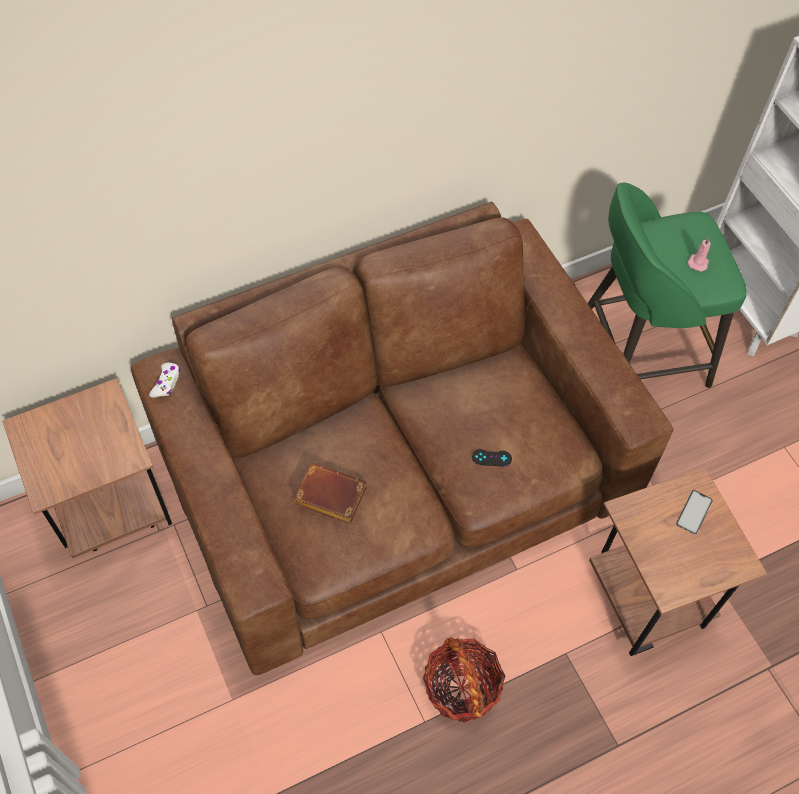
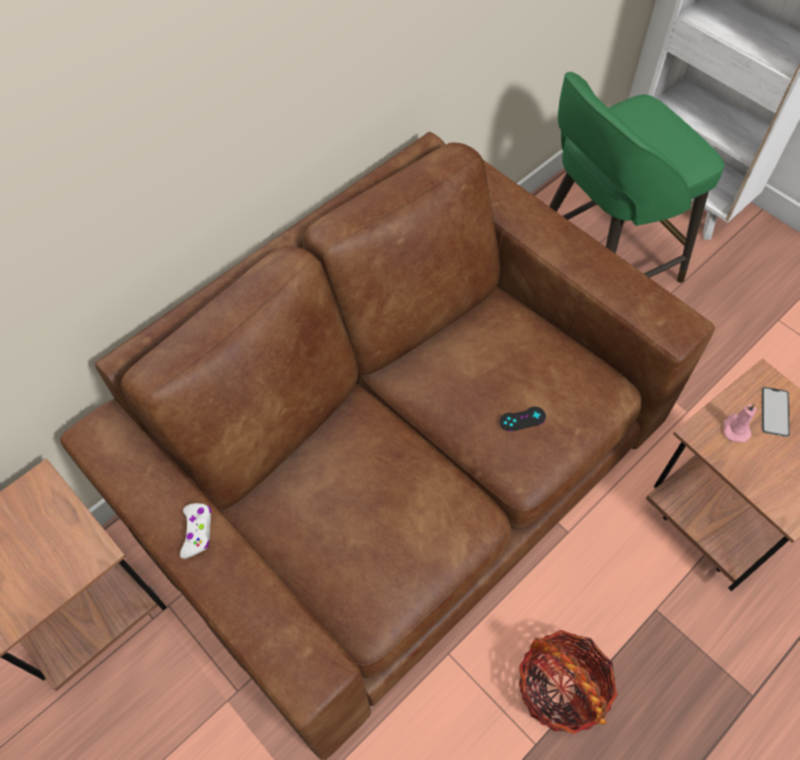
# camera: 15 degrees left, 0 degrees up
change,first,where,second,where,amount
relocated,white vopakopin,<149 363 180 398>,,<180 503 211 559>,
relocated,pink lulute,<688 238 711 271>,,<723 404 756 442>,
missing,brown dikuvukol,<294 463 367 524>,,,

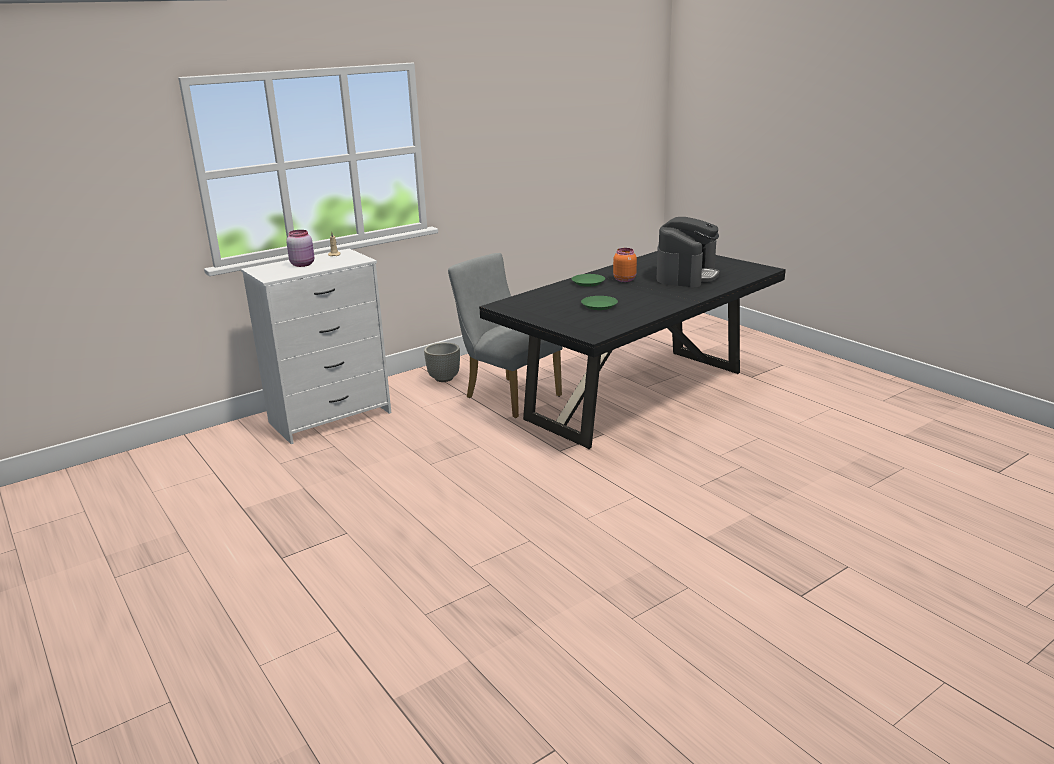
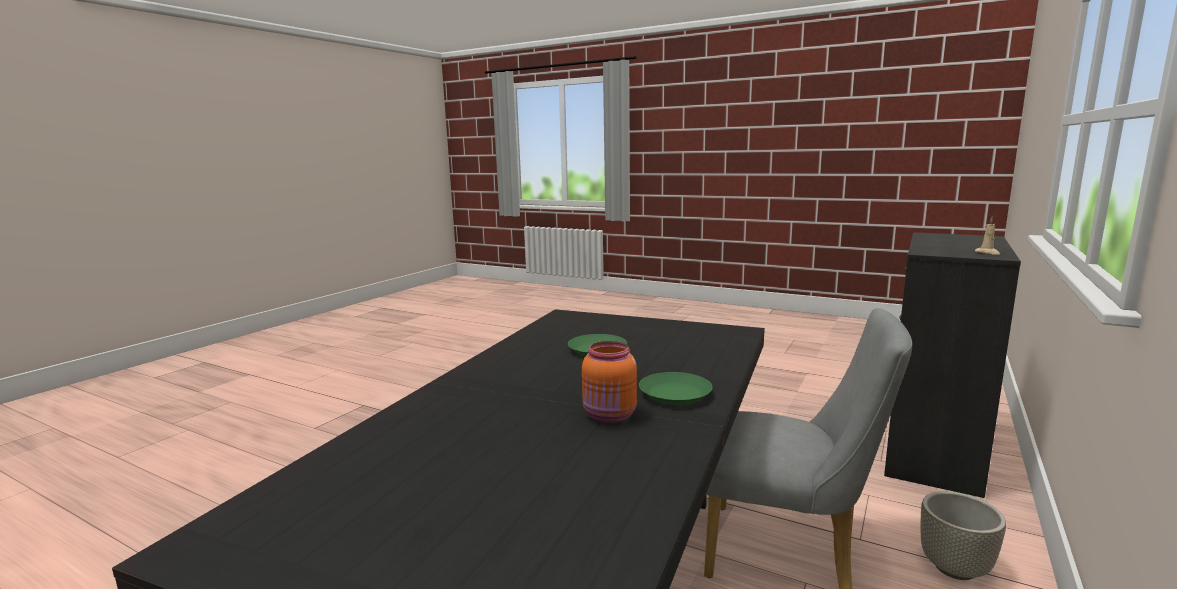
# camera: 155 degrees right, 10 degrees down
change,first,where,second,where,amount
colour,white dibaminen,<241 248 391 444>,black dibaminen,<884 232 1021 498>,
missing,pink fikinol,<286 230 314 267>,,,
missing,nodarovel,<657 217 719 287>,,,

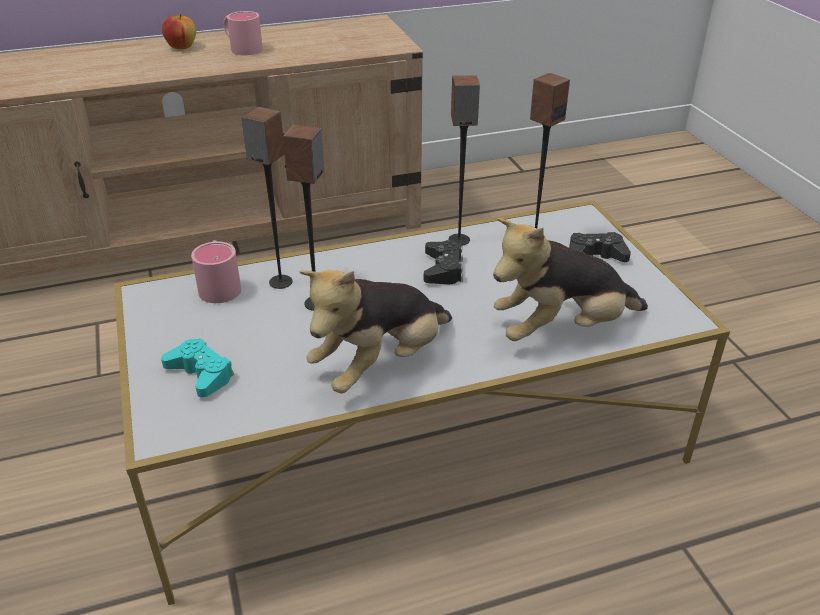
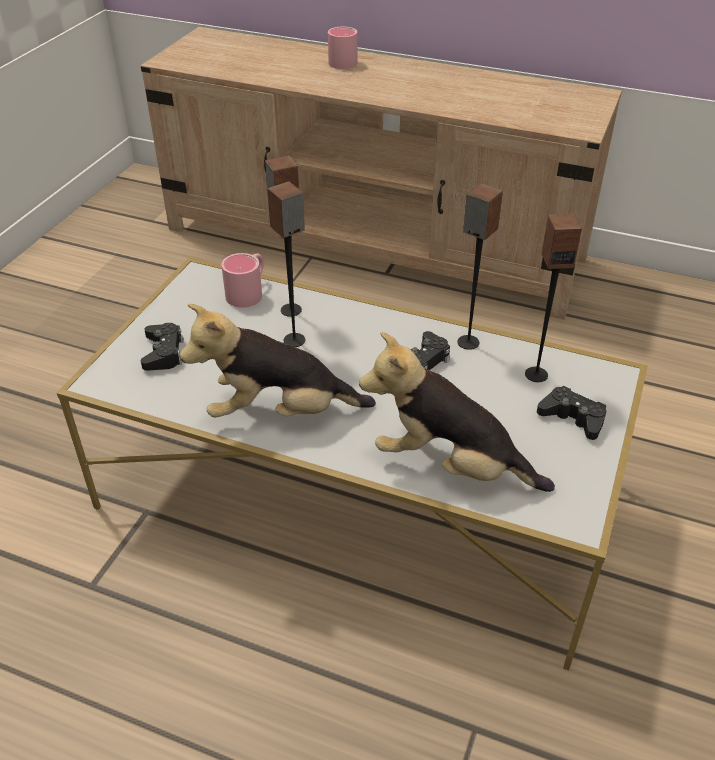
# camera: 40 degrees right, 5 degrees up
change,first,where,second,where,amount
colour,turquoise vopakopin,<161 338 234 397>,black vopakopin,<141 323 184 371>,
relocated,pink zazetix,<224 11 263 55>,,<328 27 357 69>,
missing,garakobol,<162 14 196 50>,,,

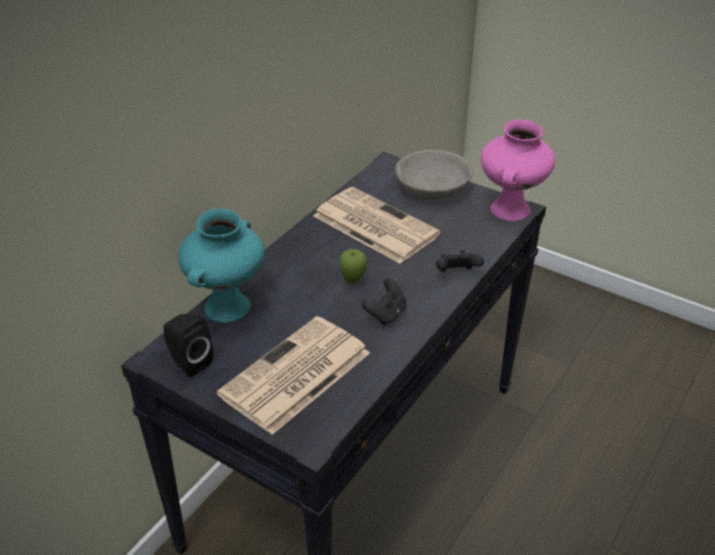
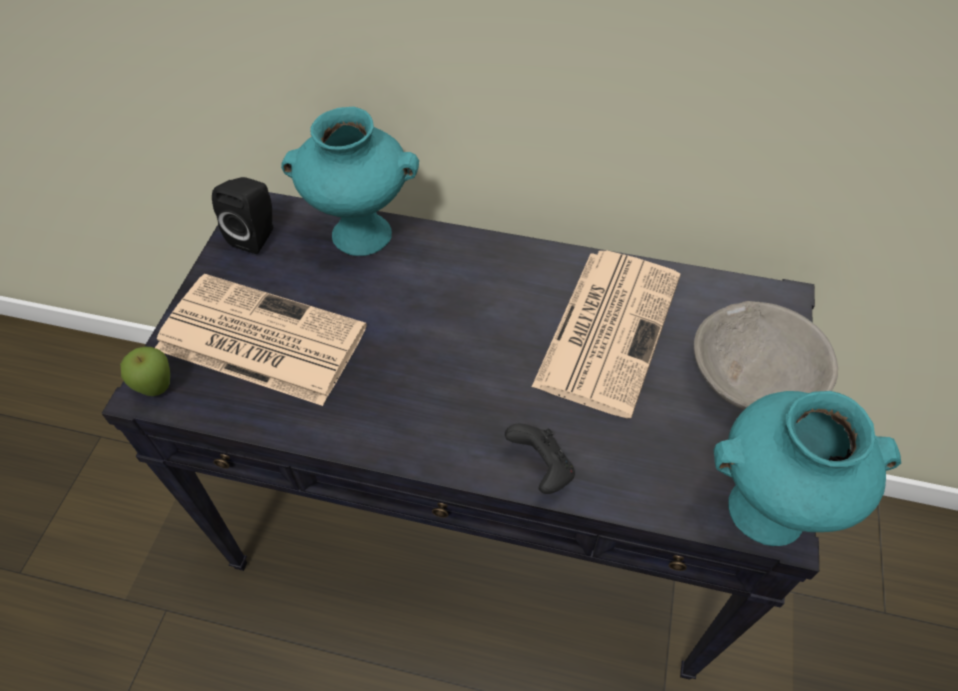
# camera: 70 degrees right, 15 degrees up
change,first,where,second,where,amount
relocated,garakobol,<339 249 367 284>,,<120 347 170 396>,
colour,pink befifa,<481 120 555 221>,turquoise befifa,<713 391 901 546>,
missing,black vopakopin,<362 278 406 325>,,,

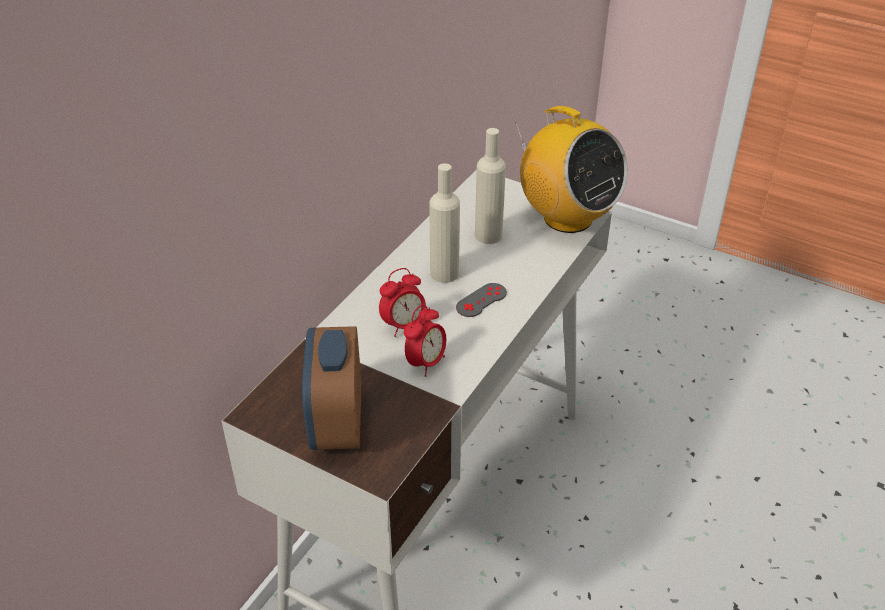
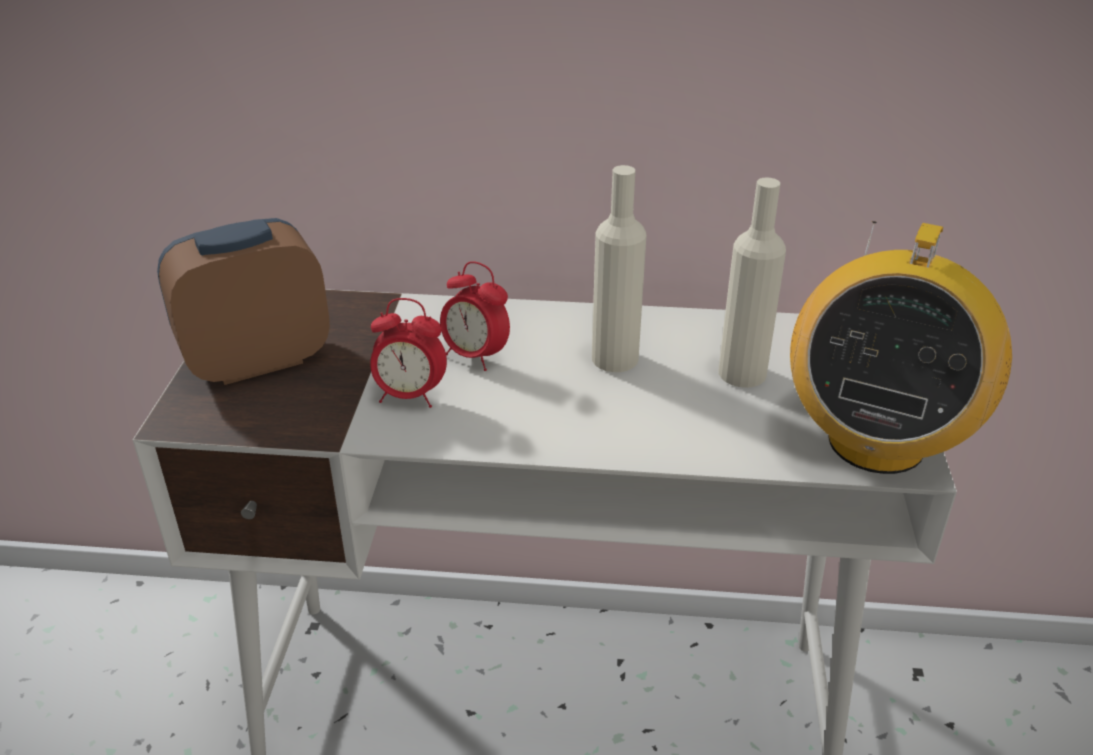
# camera: 65 degrees right, 5 degrees down
change,first,where,second,where,amount
missing,grey vopakopin,<456 283 507 317>,,,

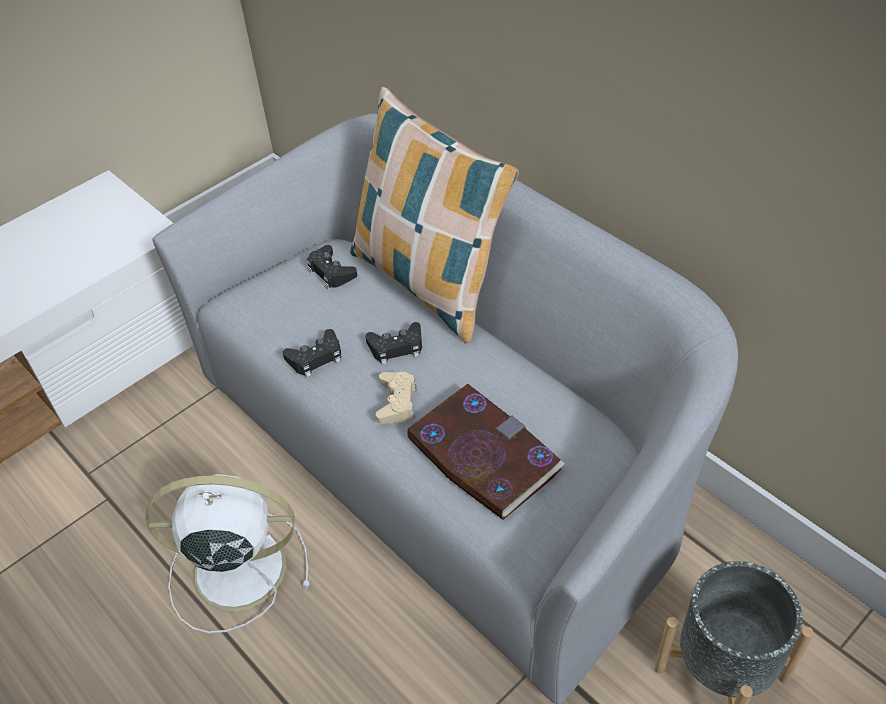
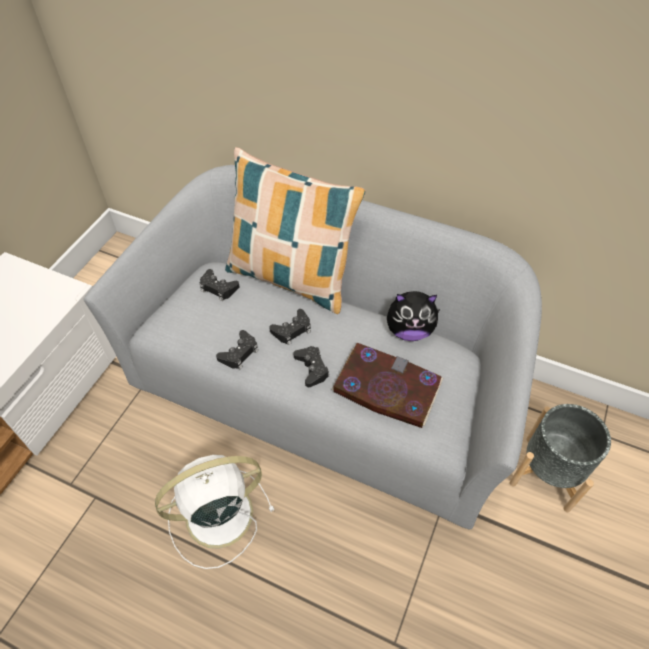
# camera: 25 degrees left, 5 degrees up
change,first,where,second,where,amount
colour,beige vopakopin,<376 371 417 424>,black vopakopin,<293 346 329 387>,
appeared,,,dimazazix,<387 291 441 341>,

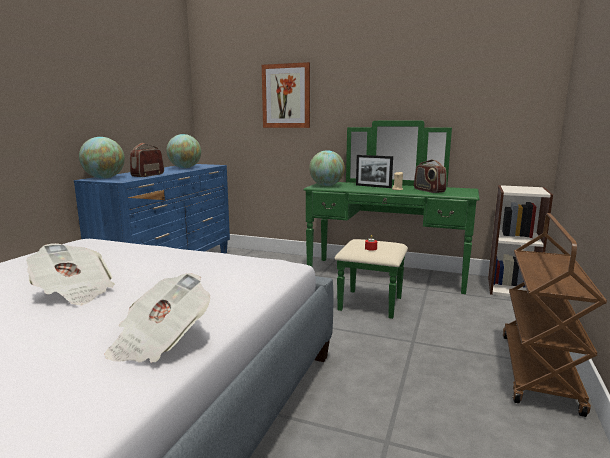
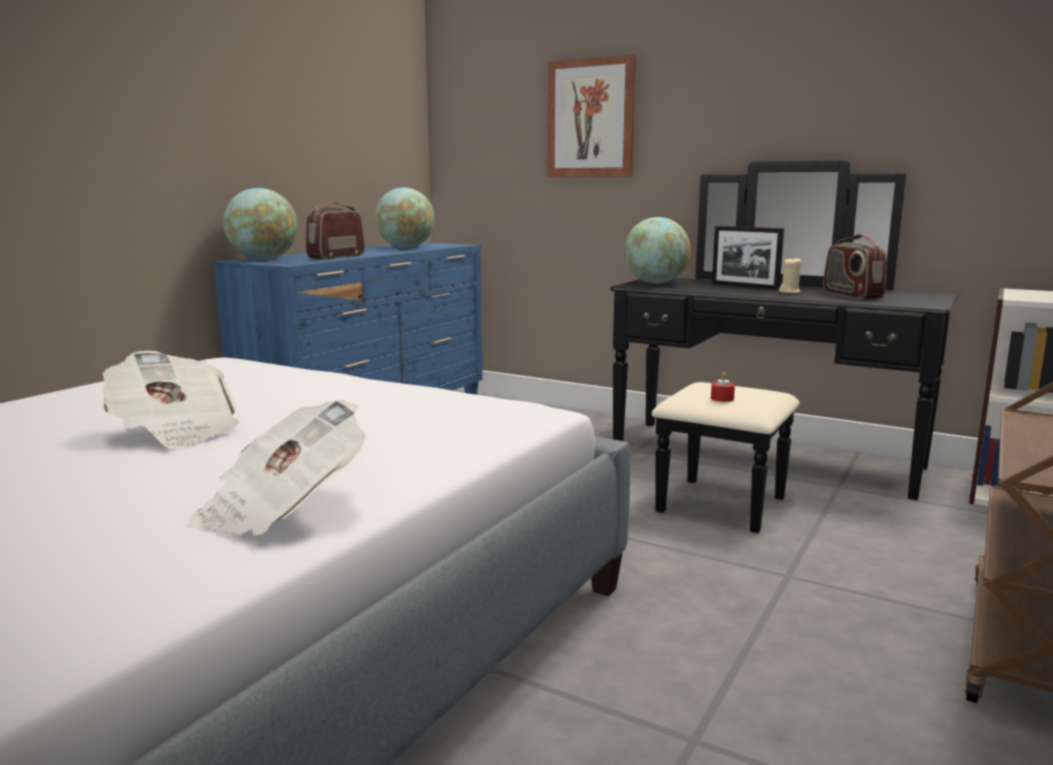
# camera: 10 degrees right, 0 degrees up
change,first,where,second,where,amount
colour,green dibaminen,<304 121 480 319>,black dibaminen,<610 160 957 533>,

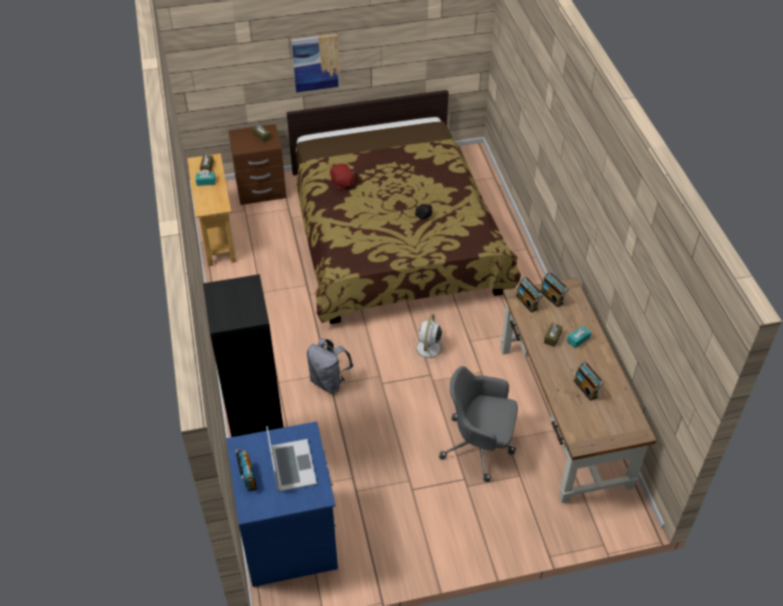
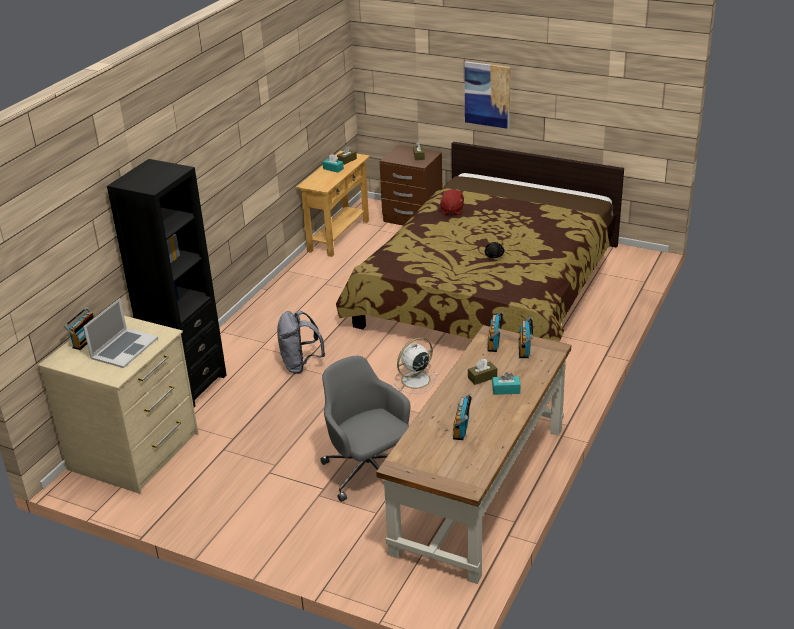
# camera: 40 degrees right, 15 degrees down
change,first,where,second,where,amount
colour,blue dibaminen,<226 421 338 587>,beige dibaminen,<38 316 198 494>,

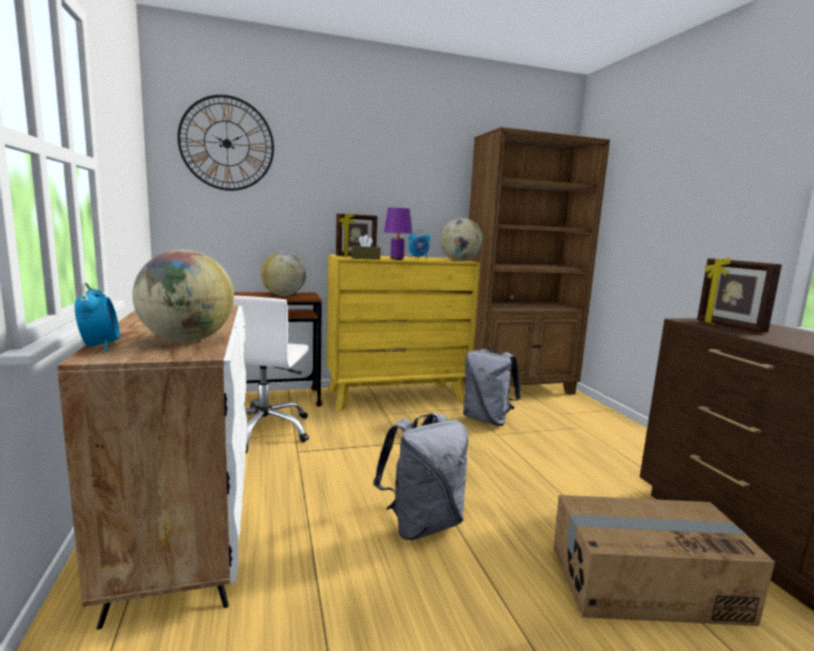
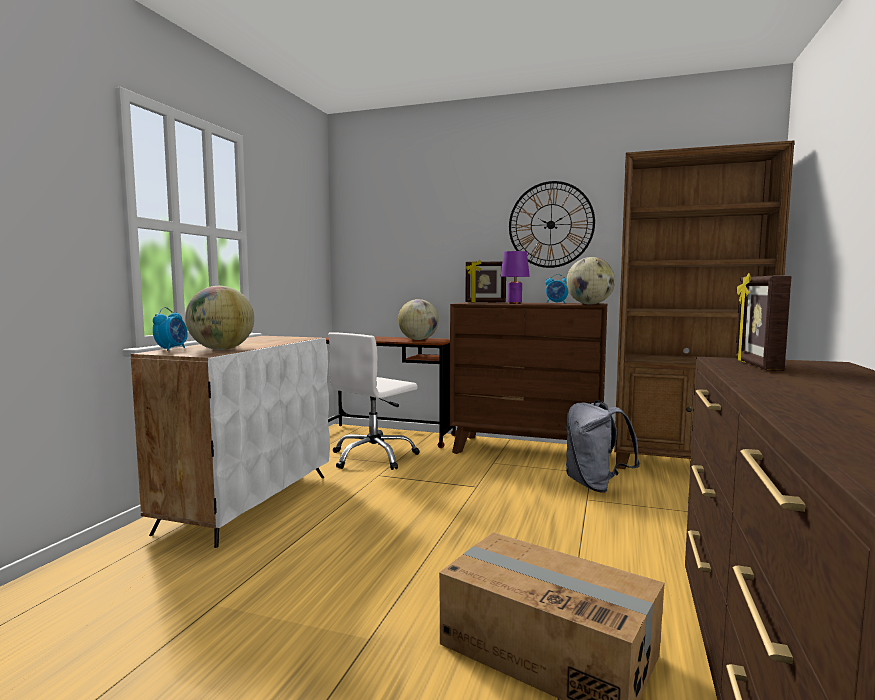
# camera: 35 degrees right, 5 degrees down
change,first,where,second,where,amount
colour,yellow dibaminen,<327 254 480 411>,brown dibaminen,<450 302 607 454>,
relocated,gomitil,<177 95 274 191>,,<509 181 595 268>,
missing,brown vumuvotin,<351 235 381 260>,,,
missing,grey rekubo,<373 413 468 540>,,,

